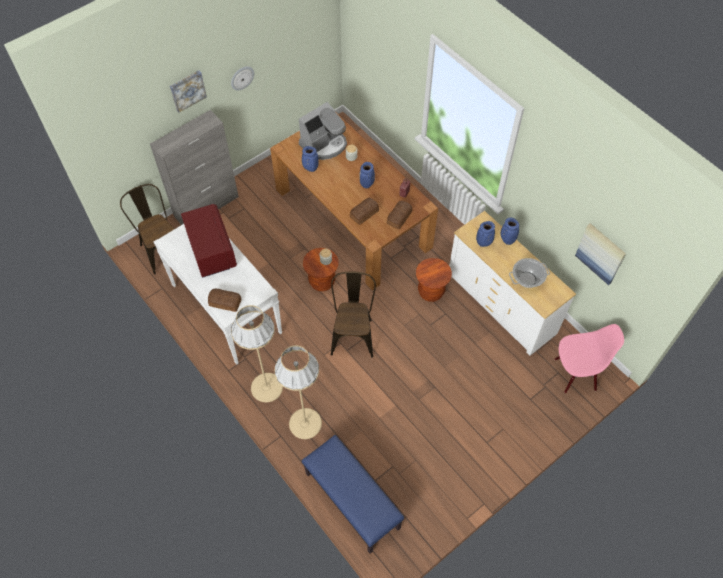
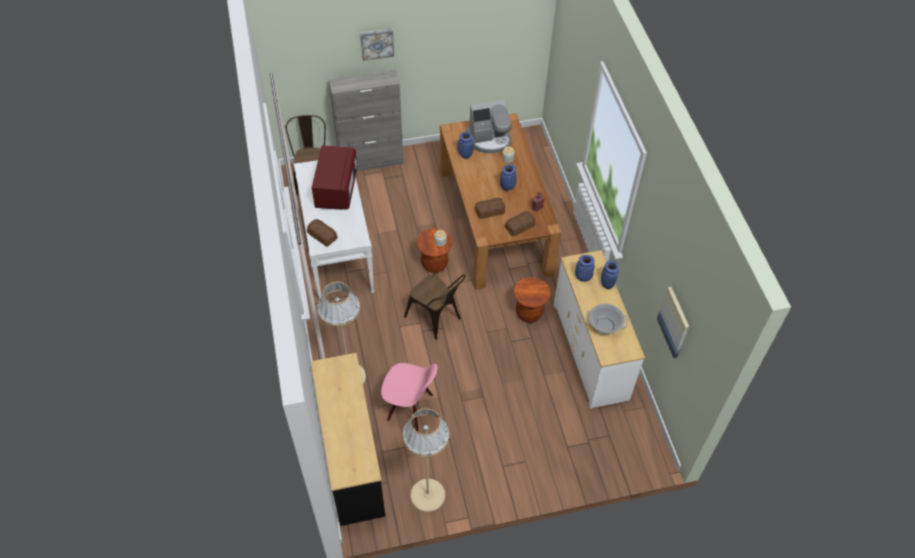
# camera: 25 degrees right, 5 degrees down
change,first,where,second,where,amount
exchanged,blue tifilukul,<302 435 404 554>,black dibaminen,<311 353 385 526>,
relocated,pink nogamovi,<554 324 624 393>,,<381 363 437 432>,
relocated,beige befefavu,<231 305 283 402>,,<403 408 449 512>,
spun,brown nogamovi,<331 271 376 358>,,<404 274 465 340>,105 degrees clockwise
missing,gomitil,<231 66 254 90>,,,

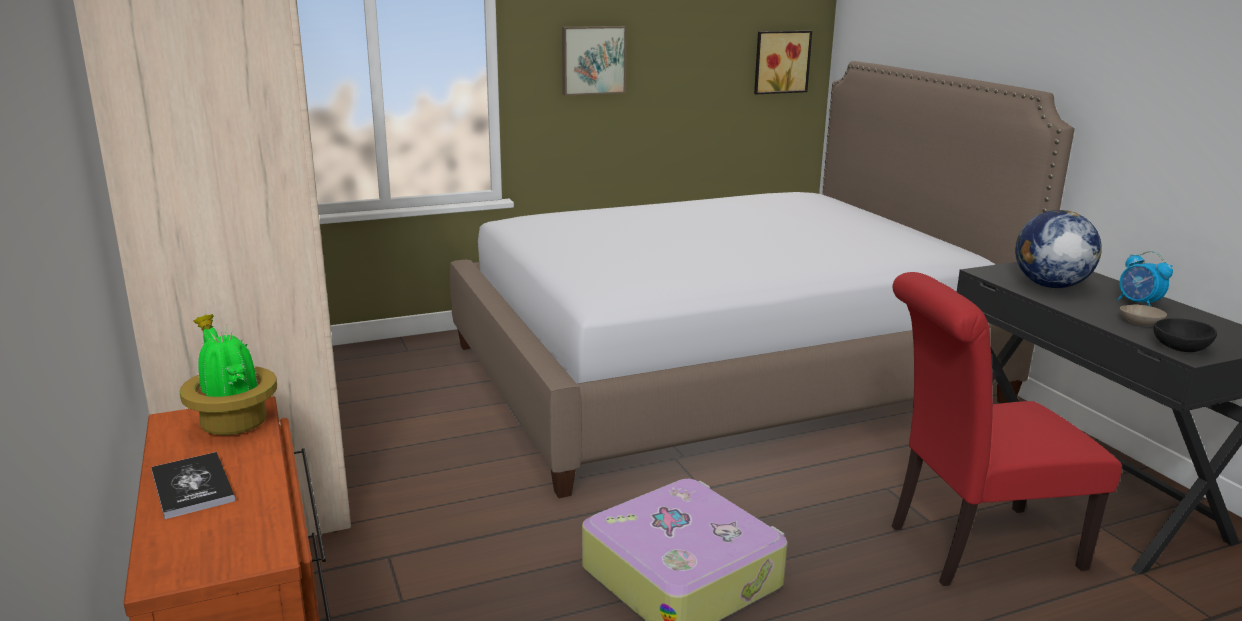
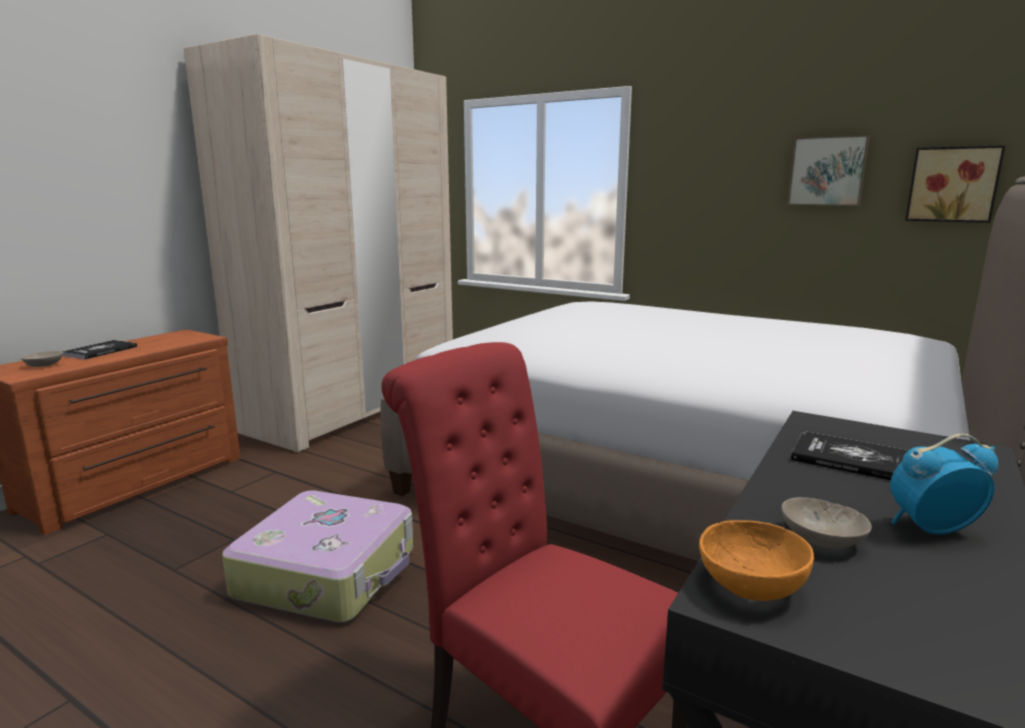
# camera: 55 degrees right, 5 degrees down
change,first,where,second,where,amount
appeared,,,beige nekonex,<21 351 63 367>,
colour,black nekonex,<1153 318 1217 352>,orange nekonex,<699 520 814 601>,
relocated,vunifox,<562 26 627 96>,,<787 135 870 206>,
exchanged,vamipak,<1015 210 1102 288>,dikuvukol,<791 431 909 481>,
spun,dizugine,<1118 251 1173 306>,,<890 434 998 534>,60 degrees clockwise
missing,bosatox,<179 314 277 435>,,,

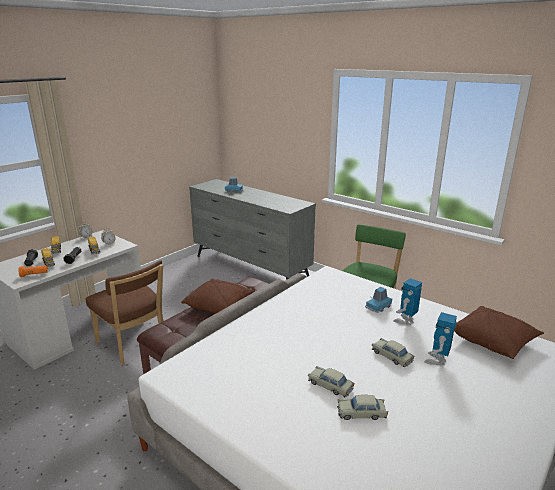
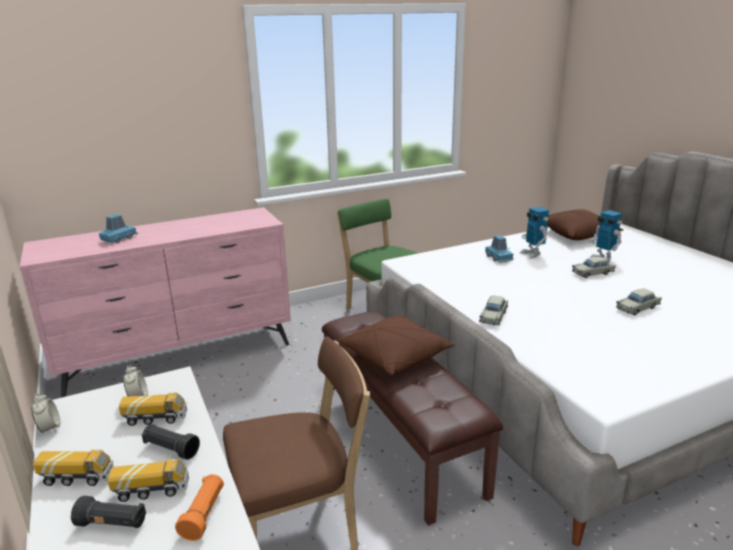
# camera: 65 degrees left, 0 degrees up
change,first,where,second,where,amount
colour,grey dibaminen,<189 179 316 280>,pink dibaminen,<20 207 291 398>,
relocated,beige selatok,<337 395 388 420>,,<479 296 508 325>,

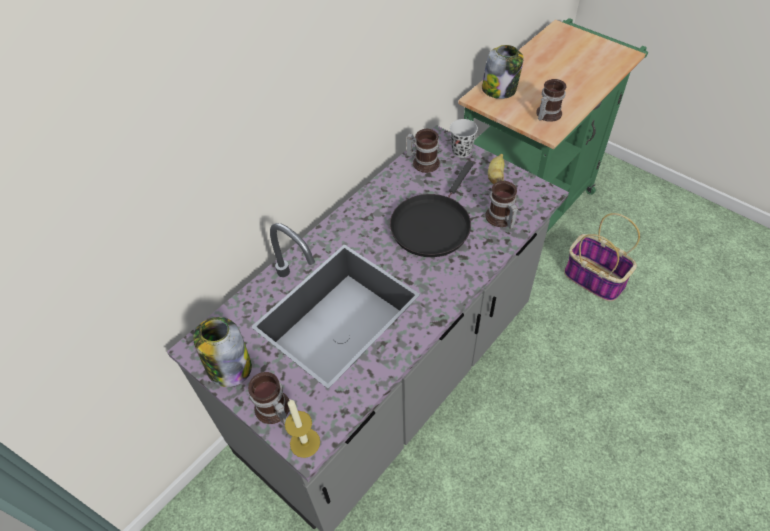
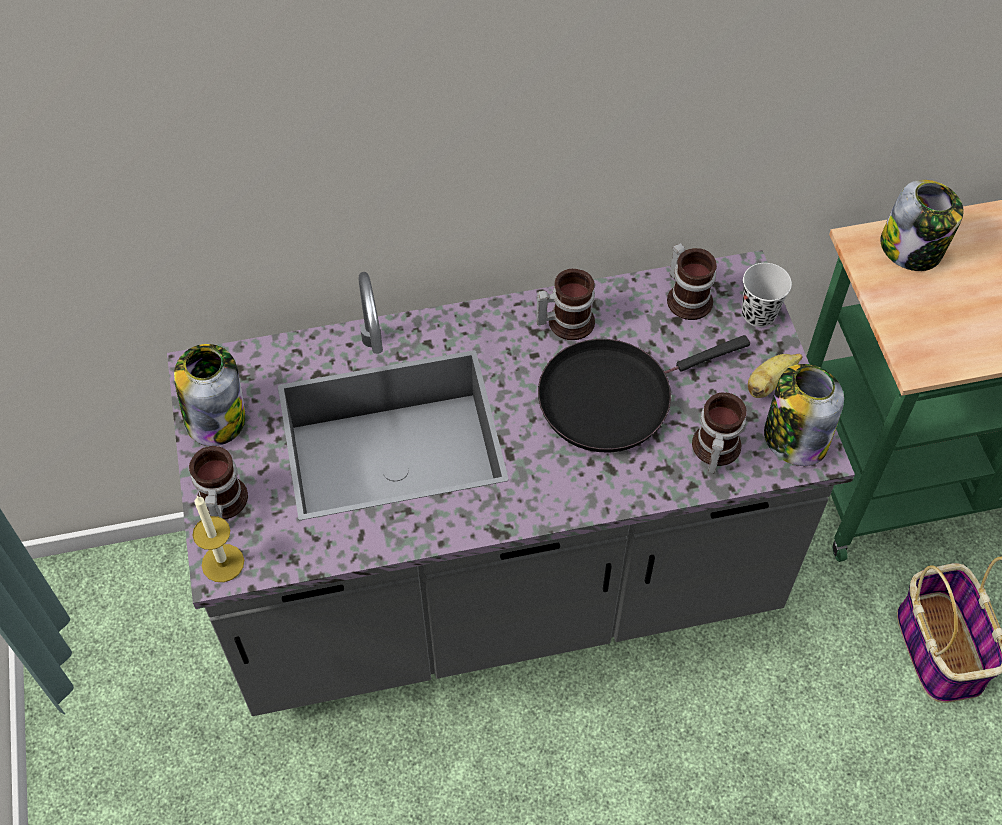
# camera: 35 degrees right, 5 degrees up
change,first,where,second,where,amount
relocated,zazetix,<536 79 566 122>,,<536 269 595 340>,
appeared,,,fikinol,<764 364 844 466>,

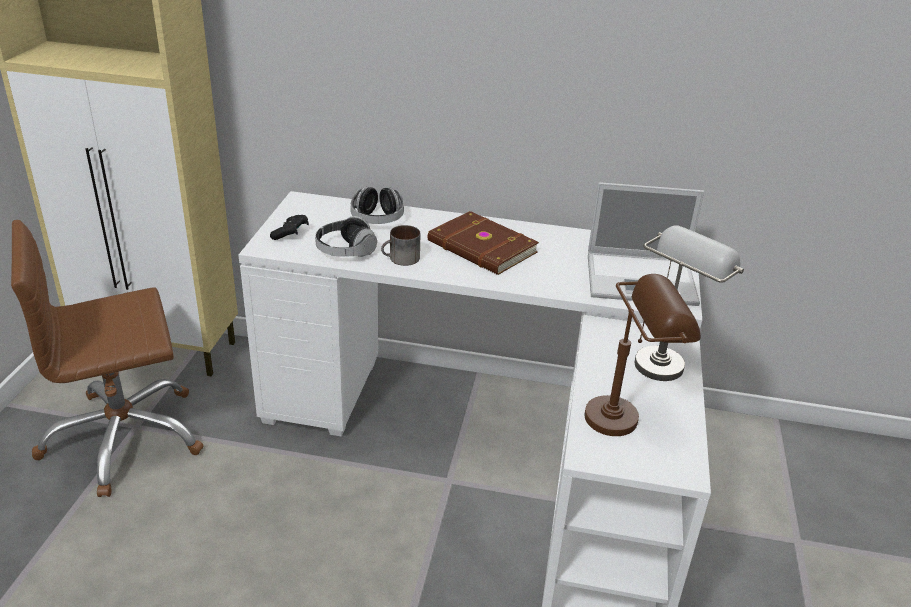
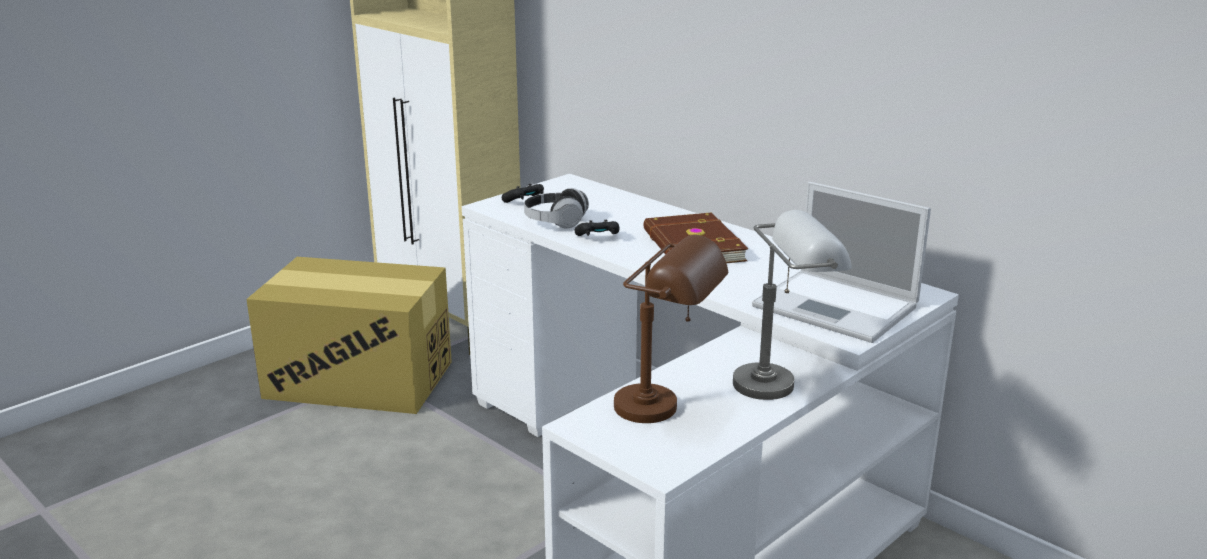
# camera: 35 degrees right, 10 degrees down
change,first,where,second,where,amount
exchanged,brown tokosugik,<11 220 204 497>,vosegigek,<246 257 452 414>,
exchanged,zazetix,<381 225 420 266>,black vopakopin,<574 220 620 236>,
missing,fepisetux,<351 187 404 224>,,,

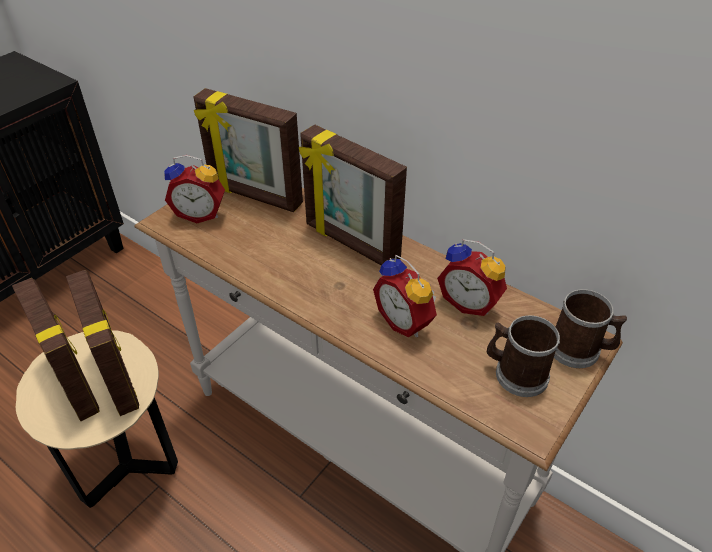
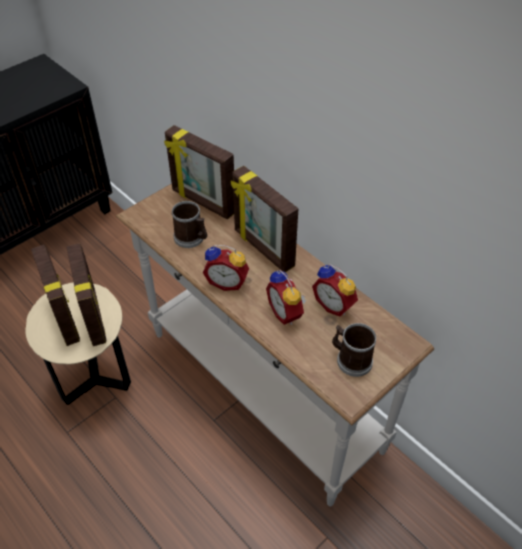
# camera: 10 degrees right, 5 degrees up
change,first,where,second,where,amount
relocated,zazetix,<554 289 627 368>,,<171 201 207 248>,
relocated,dizugine,<164 155 225 223>,,<203 245 249 291>,

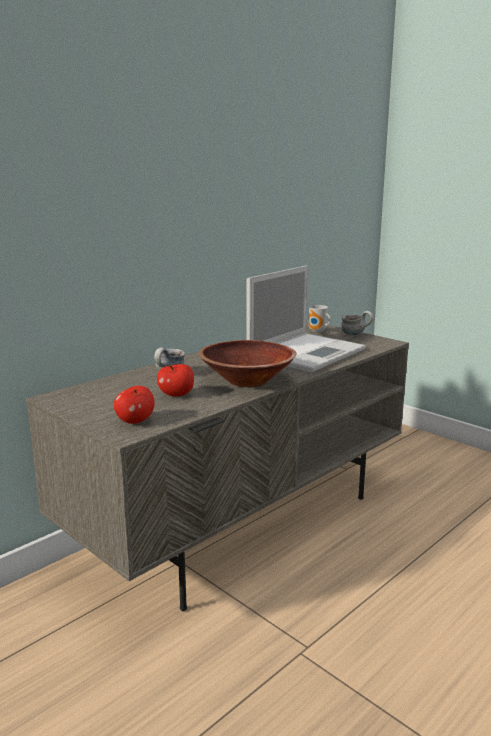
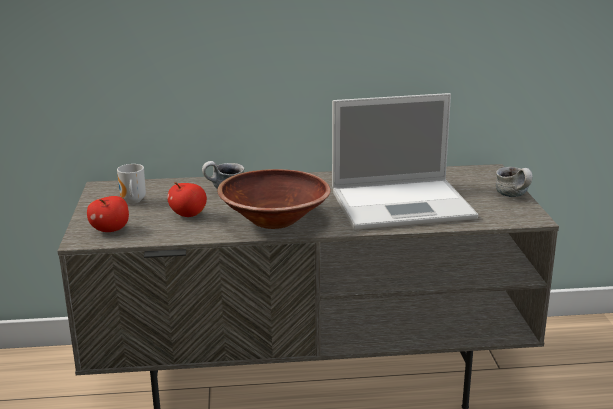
# camera: 40 degrees right, 5 degrees up
change,first,where,second,where,amount
relocated,zazetix,<309 305 331 332>,,<117 164 146 203>,

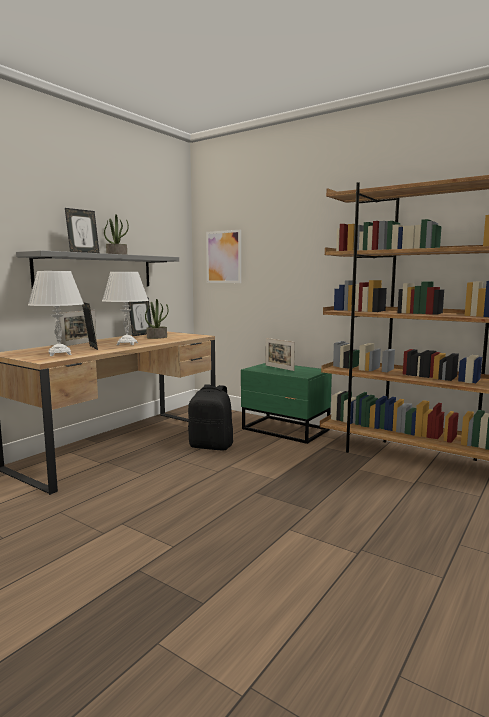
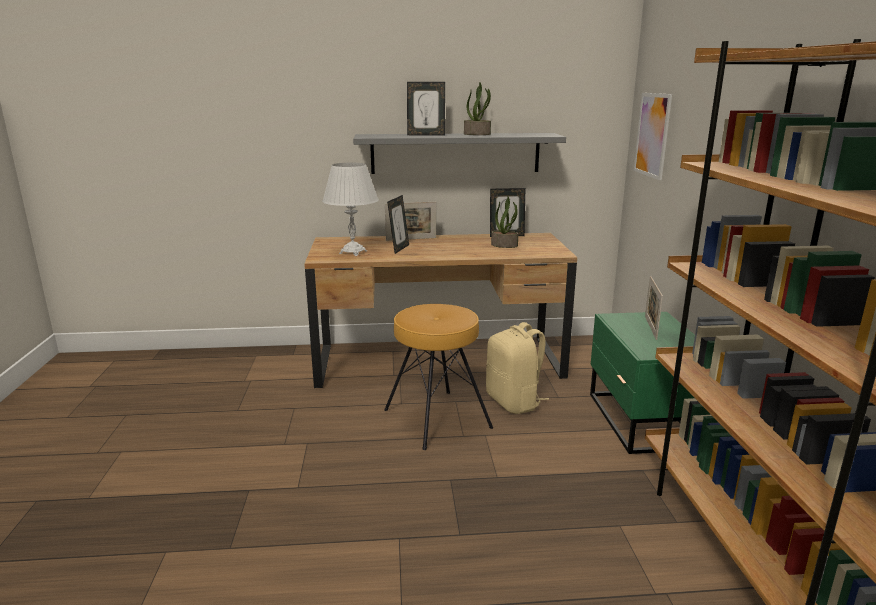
# camera: 50 degrees right, 10 degrees up
change,first,where,second,where,amount
appeared,,,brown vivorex,<384 304 493 450>,
colour,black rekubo,<188 384 233 451>,beige rekubo,<486 322 549 414>,
missing,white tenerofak,<102 272 149 345>,,,

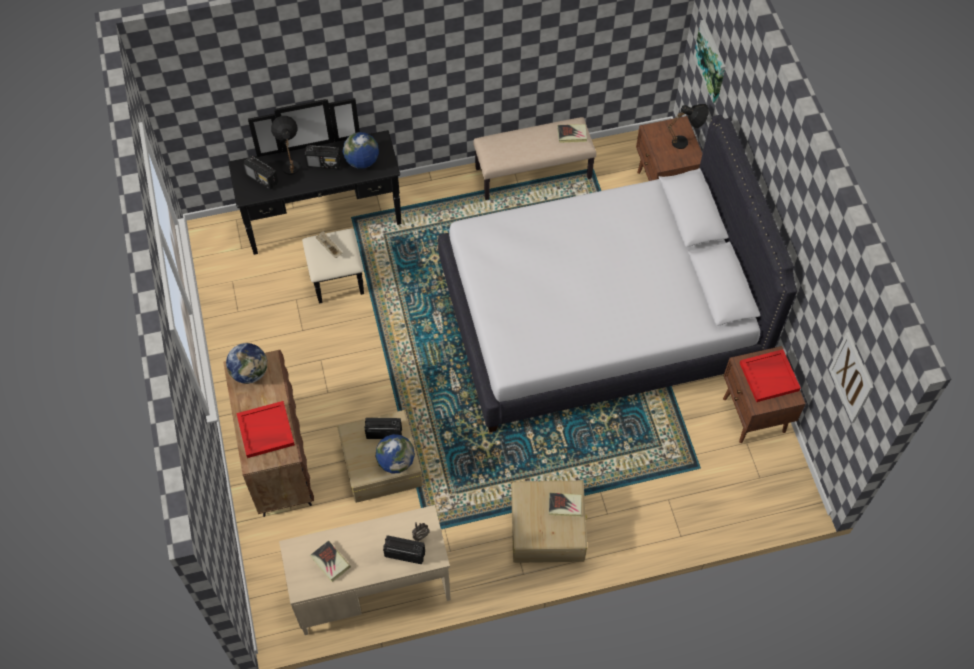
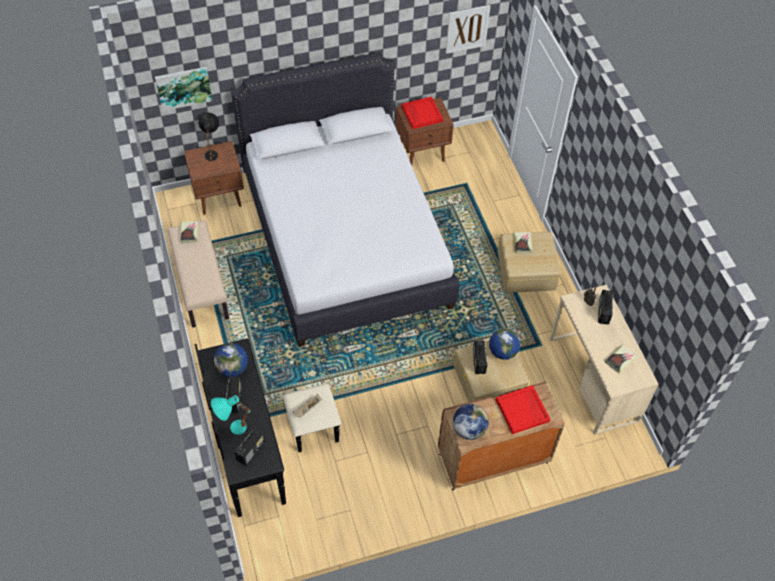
# camera: 95 degrees left, 5 degrees down
change,first,where,second,where,amount
colour,black tenerofak,<271 116 299 175>,turquoise tenerofak,<211 395 251 435>,

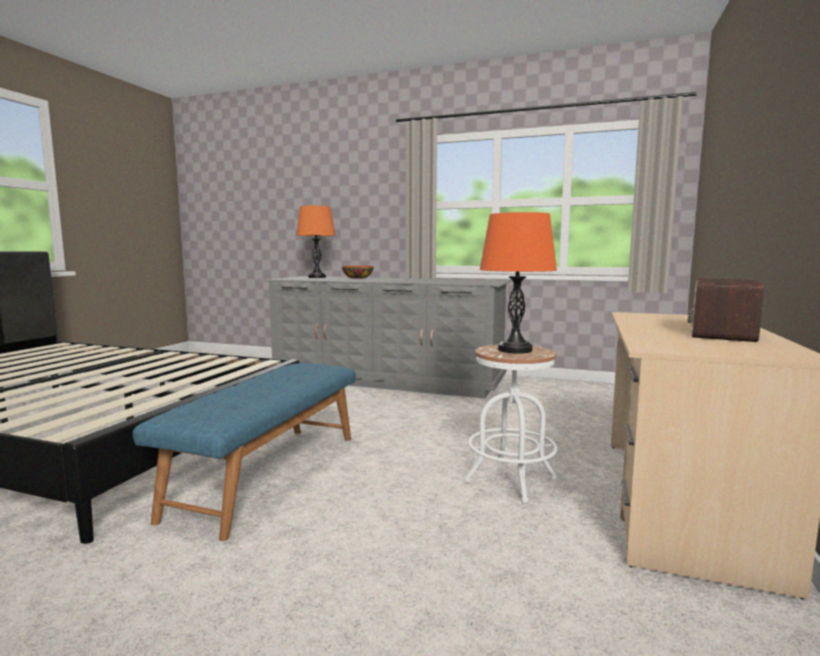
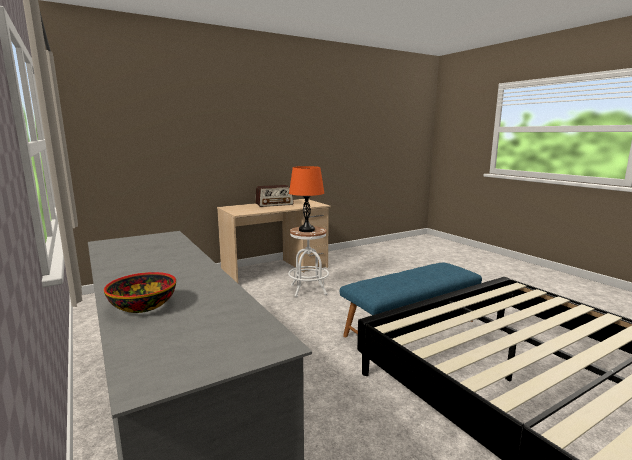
# camera: 140 degrees left, 5 degrees up
change,first,where,second,where,amount
missing,orange tenerofak,<296 206 336 278>,,,

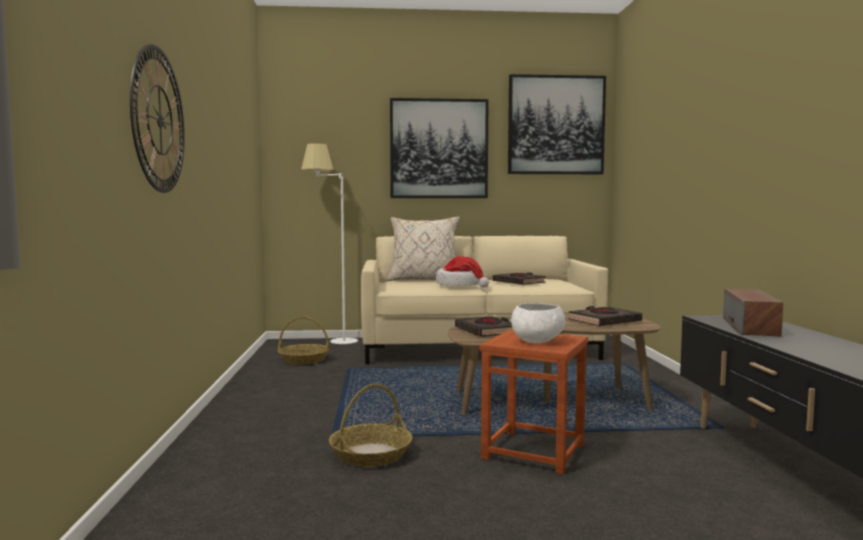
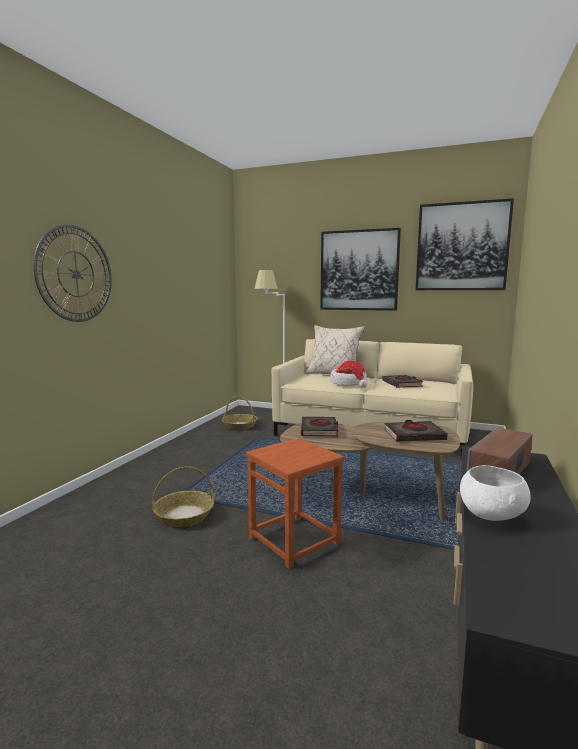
# camera: 25 degrees right, 5 degrees up
change,first,where,second,where,amount
relocated,white nekonex,<511 303 565 343>,,<460 465 530 521>,

